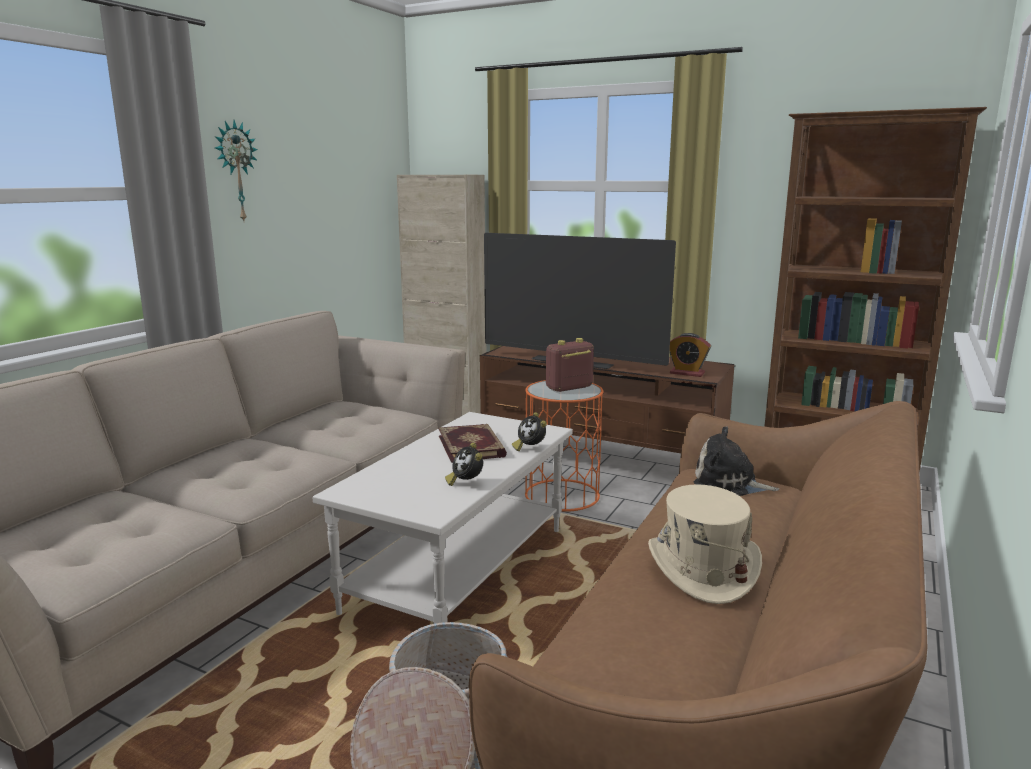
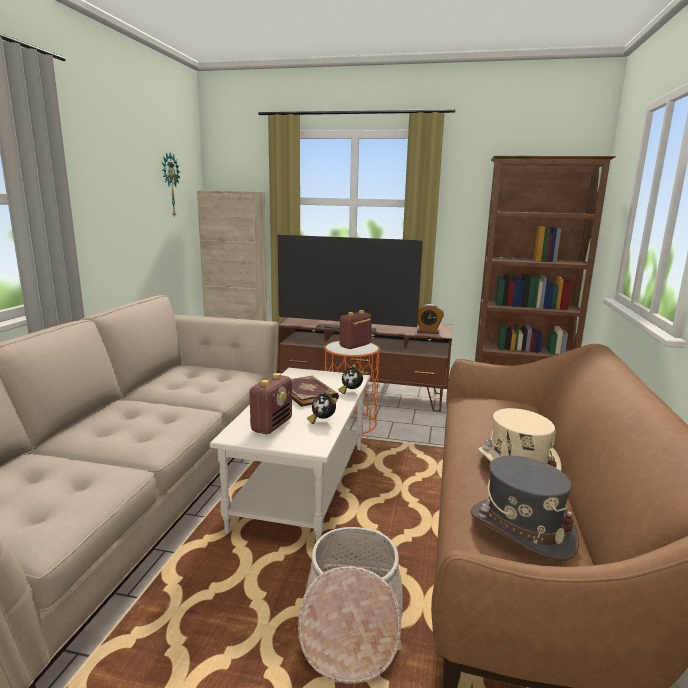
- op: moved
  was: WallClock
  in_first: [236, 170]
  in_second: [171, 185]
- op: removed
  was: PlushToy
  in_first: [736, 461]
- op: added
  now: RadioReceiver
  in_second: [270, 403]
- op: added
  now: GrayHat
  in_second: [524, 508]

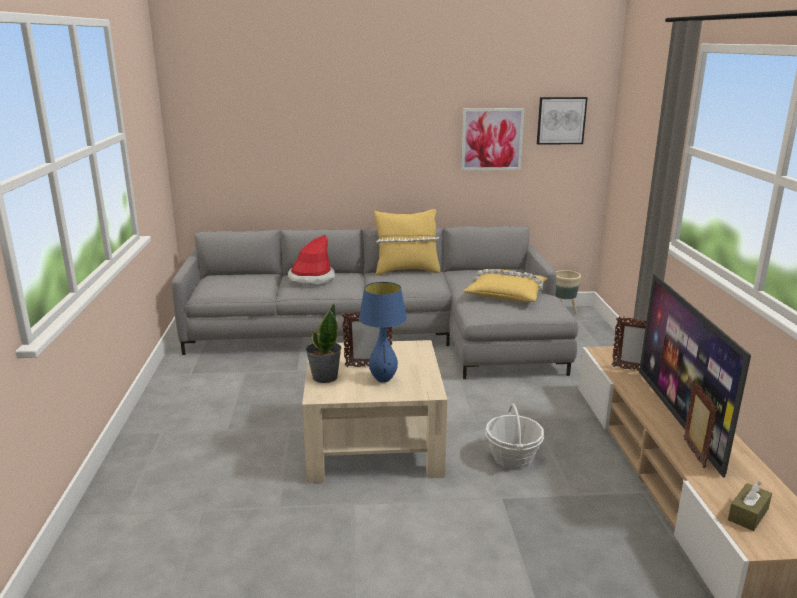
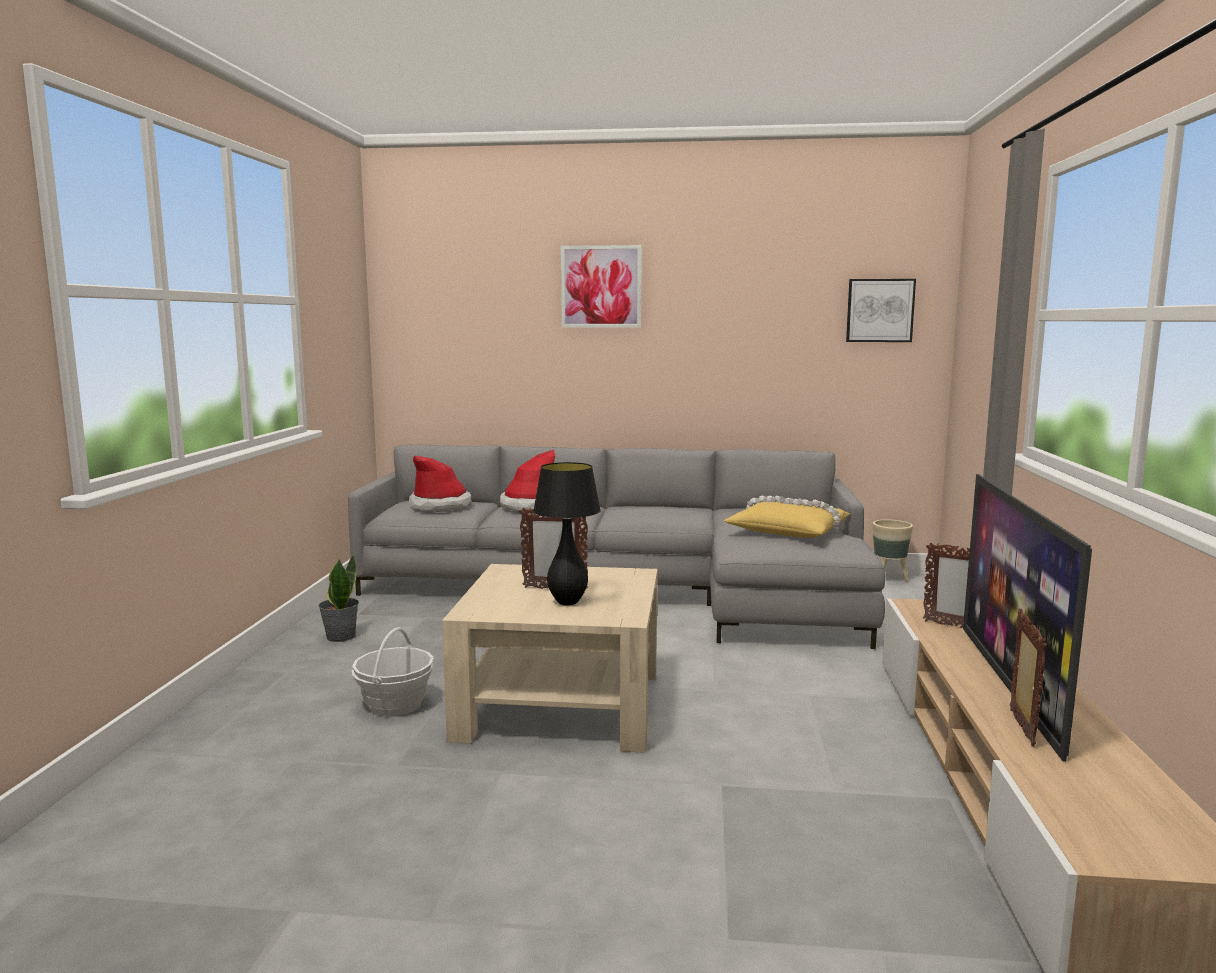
- op: moved
  was: WallPicture
  in_first: [493, 139]
  in_second: [601, 286]
- op: removed
  was: YellowCushion
  in_first: [407, 242]
- op: recoloured
  was: BlueColouredTabletopLamp
  now: BlackishTabletopLamp
  in_first: [383, 332]
  in_second: [567, 533]
- op: moved
  was: Houseplant
  in_first: [324, 343]
  in_second: [339, 598]
- op: moved
  was: Basket
  in_first: [514, 436]
  in_second: [393, 671]
- op: removed
  was: BrownishTissueHolder
  in_first: [750, 506]
- op: added
  now: Hat
  in_second: [440, 483]

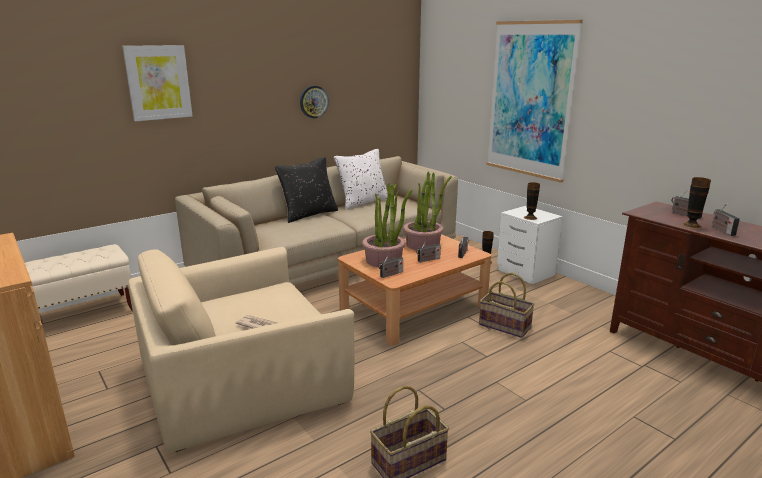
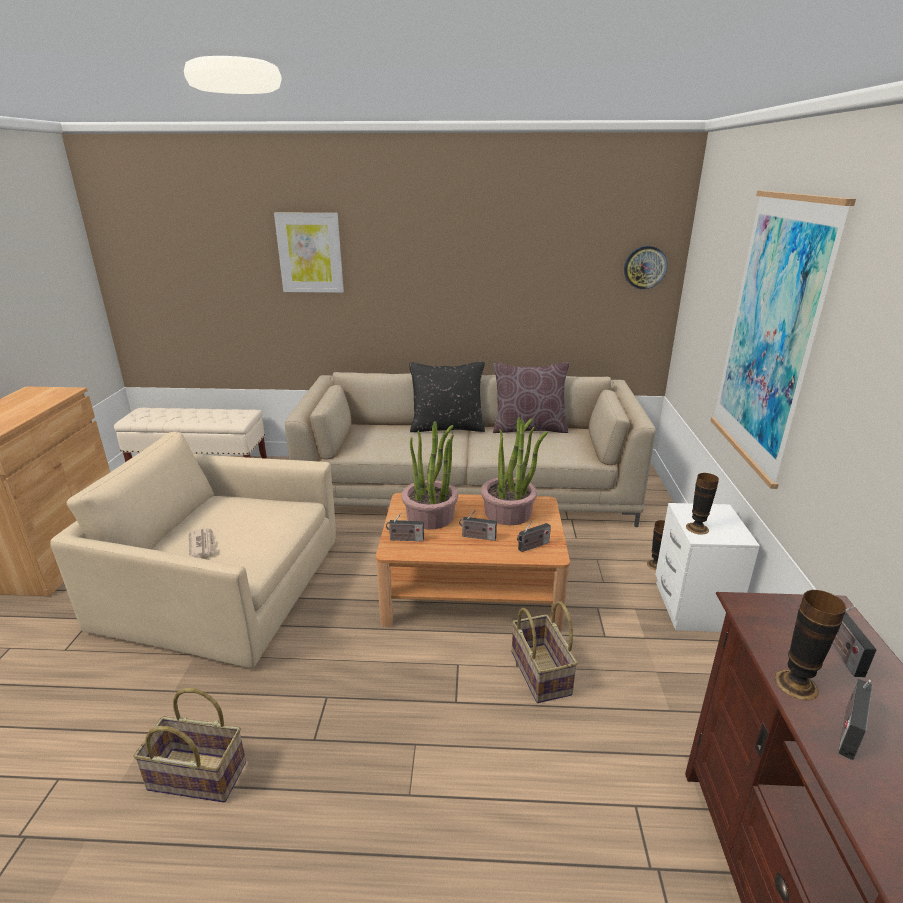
- op: moved
  was: WallClock
  in_first: [314, 102]
  in_second: [645, 267]
- op: recoloured
  was: WhitishCushion
  now: BrownishCushion
  in_first: [360, 179]
  in_second: [531, 398]

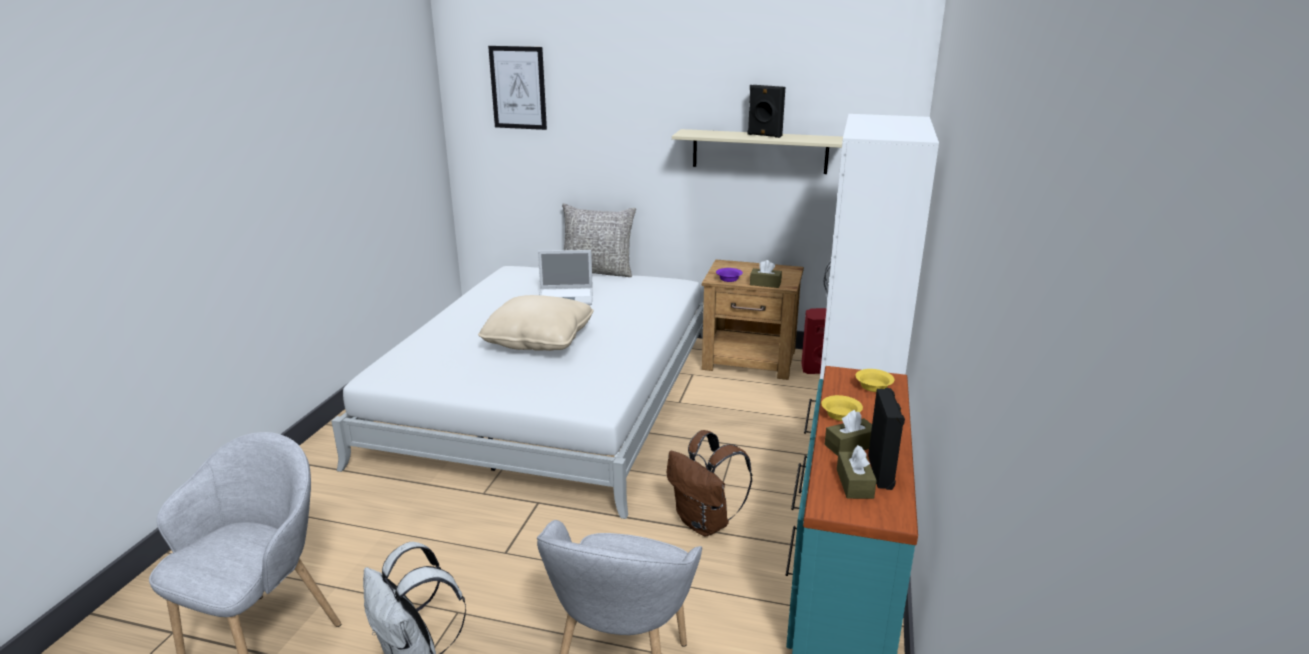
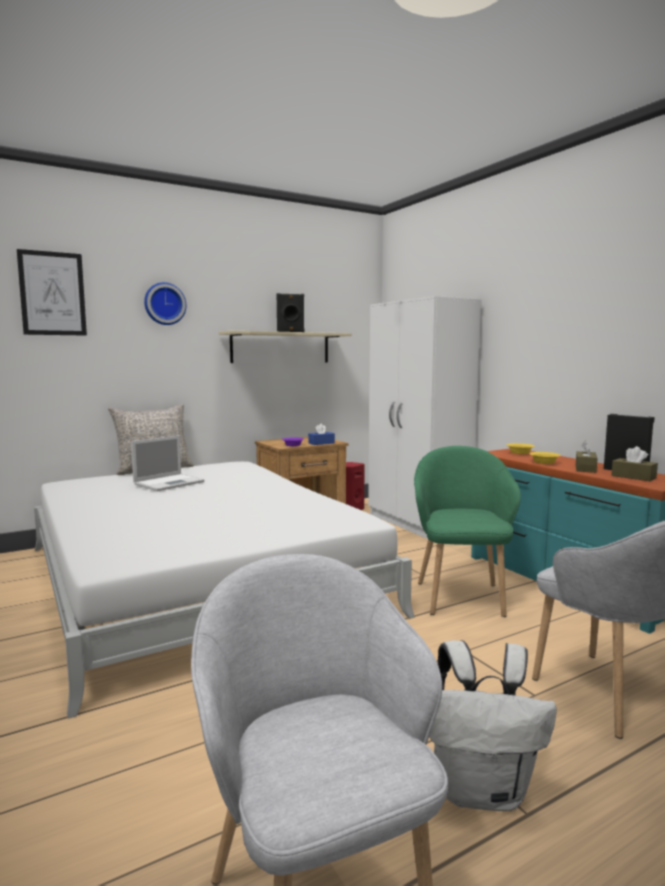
- op: recoloured
  was: BrownishTissueHolder
  now: BlueColouredTissueHolder
  in_first: [766, 274]
  in_second: [321, 434]
- op: removed
  was: BeigeCushion
  in_first: [536, 323]
- op: replaced
  was: BrownishRucksack
  now: GreenArmchair
  in_first: [709, 483]
  in_second: [467, 531]
- op: added
  now: WallClock
  in_second: [165, 303]

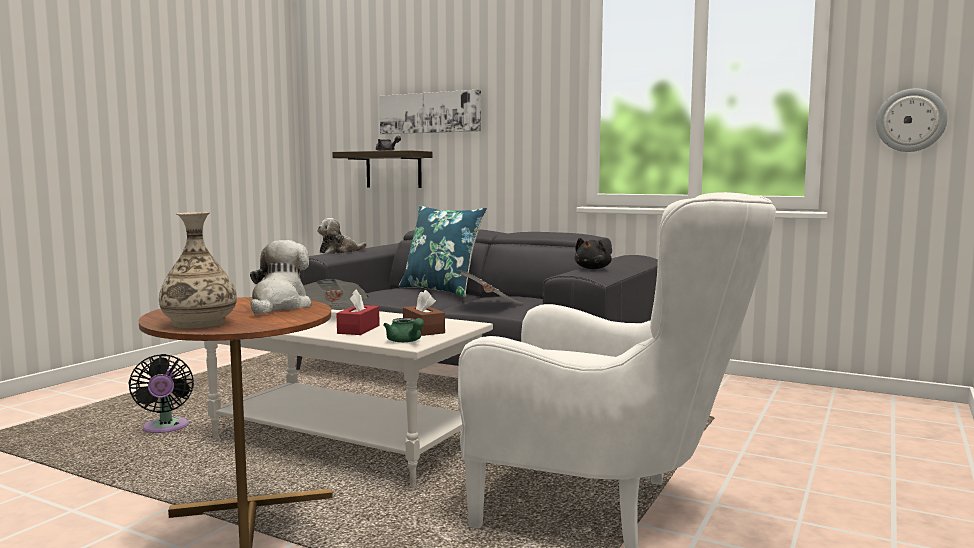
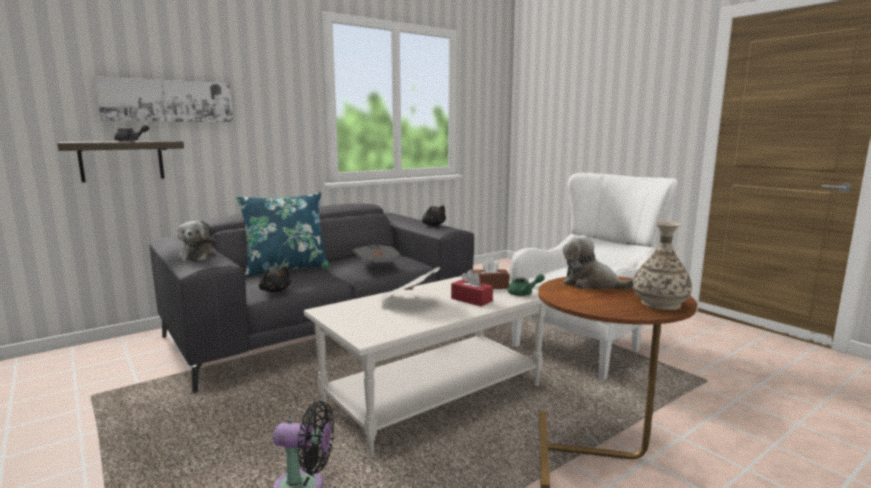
- op: removed
  was: WallClock
  in_first: [912, 120]
- op: added
  now: BlackishPlushToy
  in_second: [275, 279]

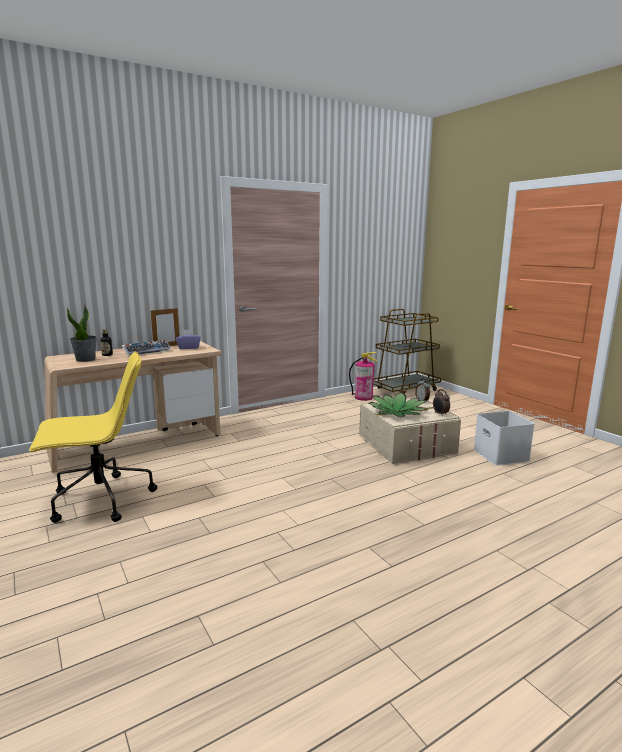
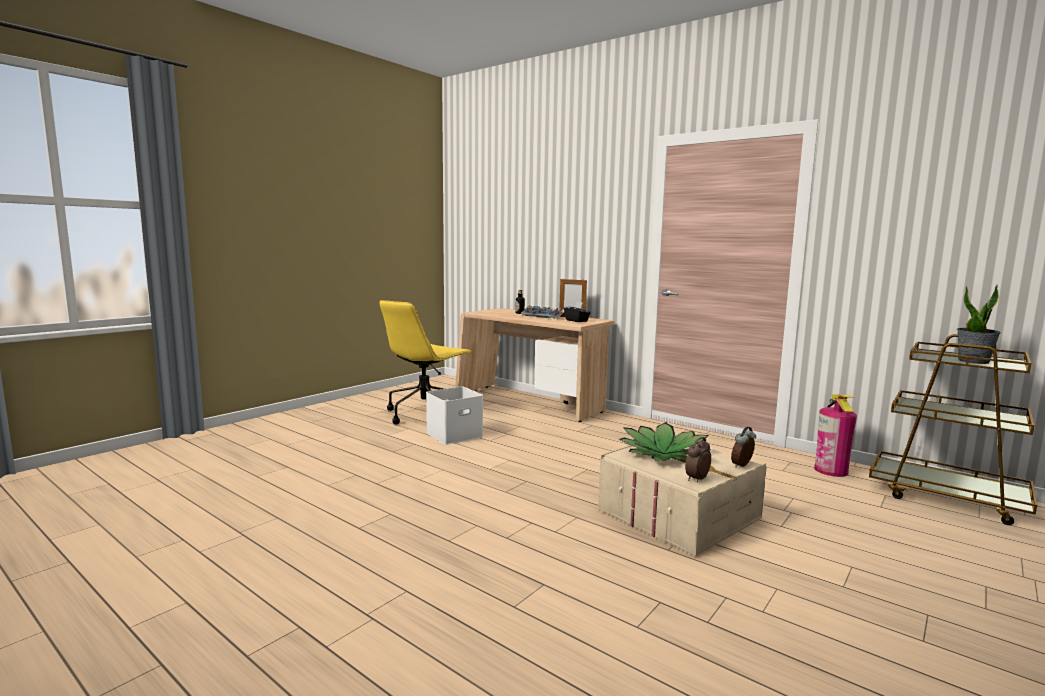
- op: moved
  was: Houseplant
  in_first: [82, 333]
  in_second: [979, 324]
- op: recoloured
  was: PurpleTissueHolder
  now: BlackishTissueHolder
  in_first: [188, 339]
  in_second: [577, 311]
- op: turned
  was: YellowOfficeChair
  in_first: [93, 437]
  in_second: [425, 362]
  clockwise: 75
- op: moved
  was: WhitishStorageBox
  in_first: [504, 438]
  in_second: [454, 415]

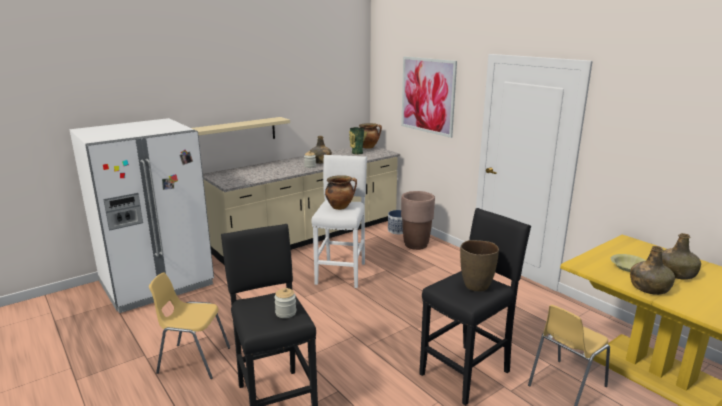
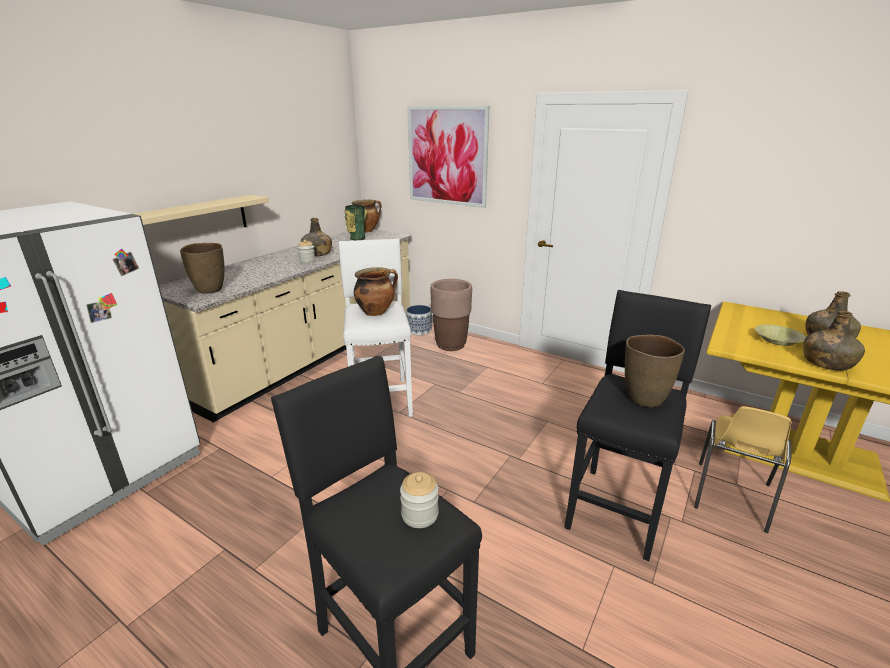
- op: removed
  was: YellowChair
  in_first: [189, 325]
- op: added
  now: BrownishVase
  in_second: [202, 268]

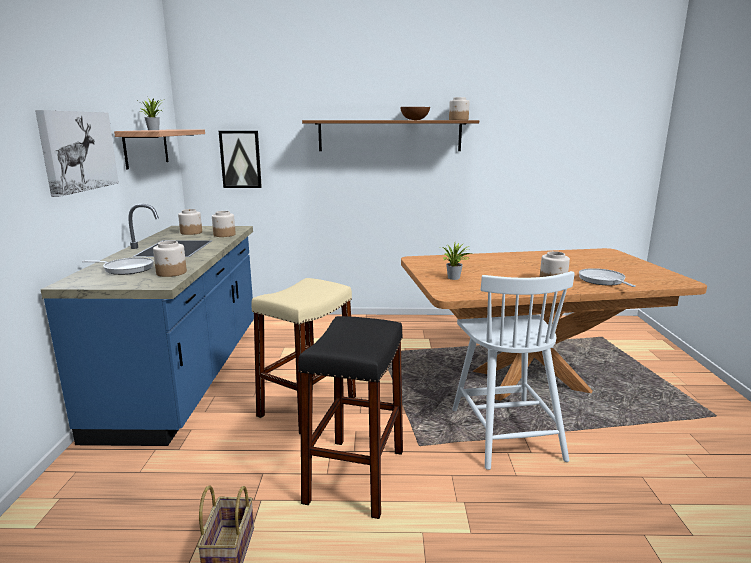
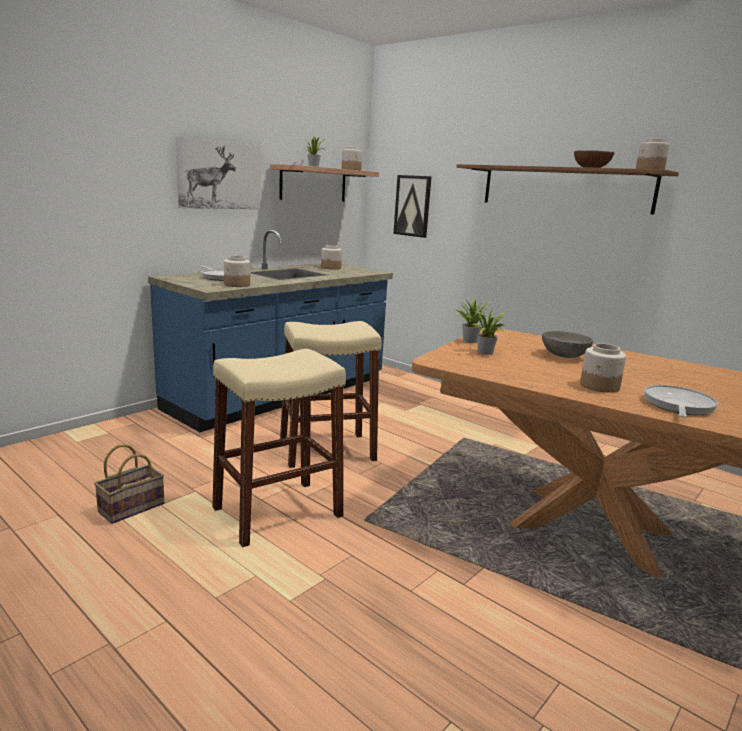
- op: moved
  was: PreserveJar
  in_first: [224, 224]
  in_second: [352, 158]
- op: removed
  was: WhitishChair
  in_first: [513, 370]
- op: recoloured
  was: BlackishStoolSeat
  now: BeigeStoolSeat
  in_first: [350, 417]
  in_second: [279, 448]
- op: added
  now: Houseplant
  in_second: [472, 321]
- op: added
  now: GrayDeepDish
  in_second: [567, 344]

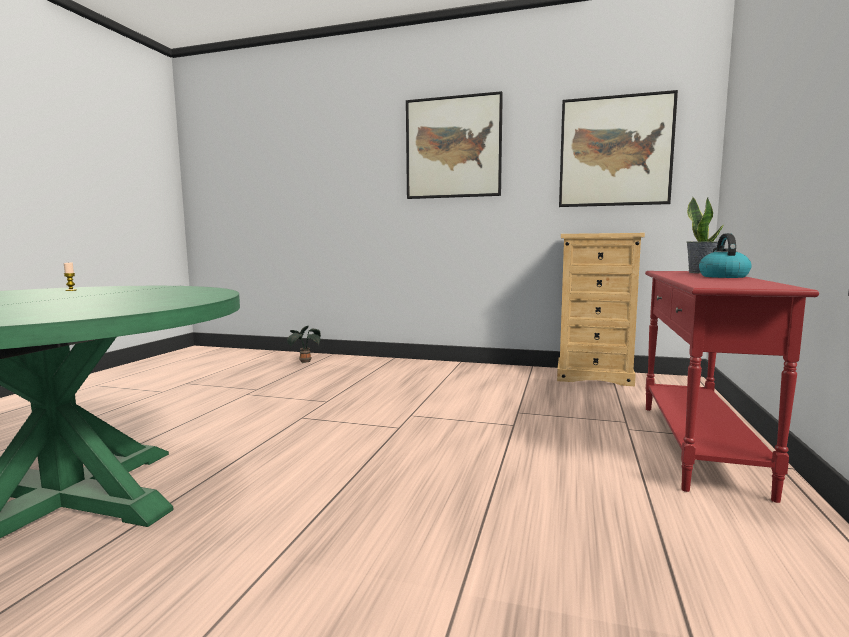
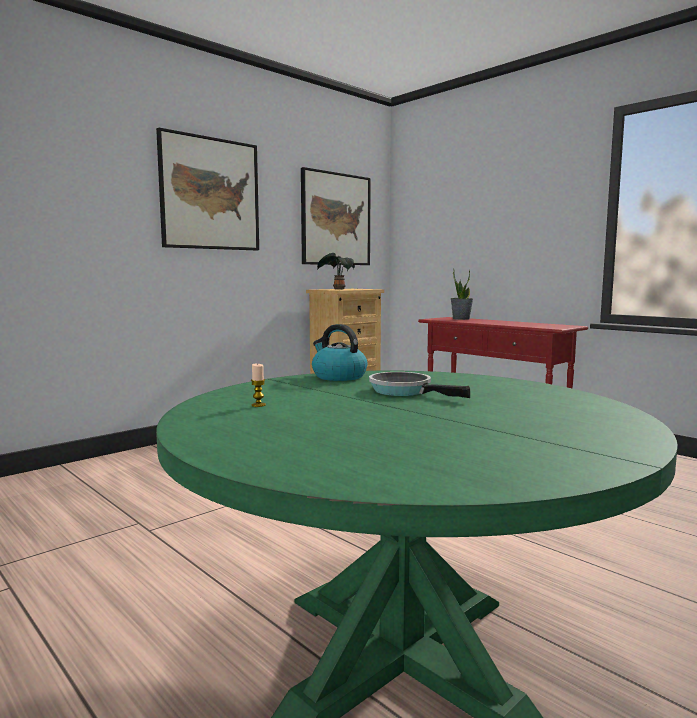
- op: moved
  was: TeaKettle
  in_first: [725, 255]
  in_second: [340, 352]
- op: moved
  was: Houseplant
  in_first: [304, 344]
  in_second: [336, 271]
- op: added
  now: FryingPan
  in_second: [419, 385]

